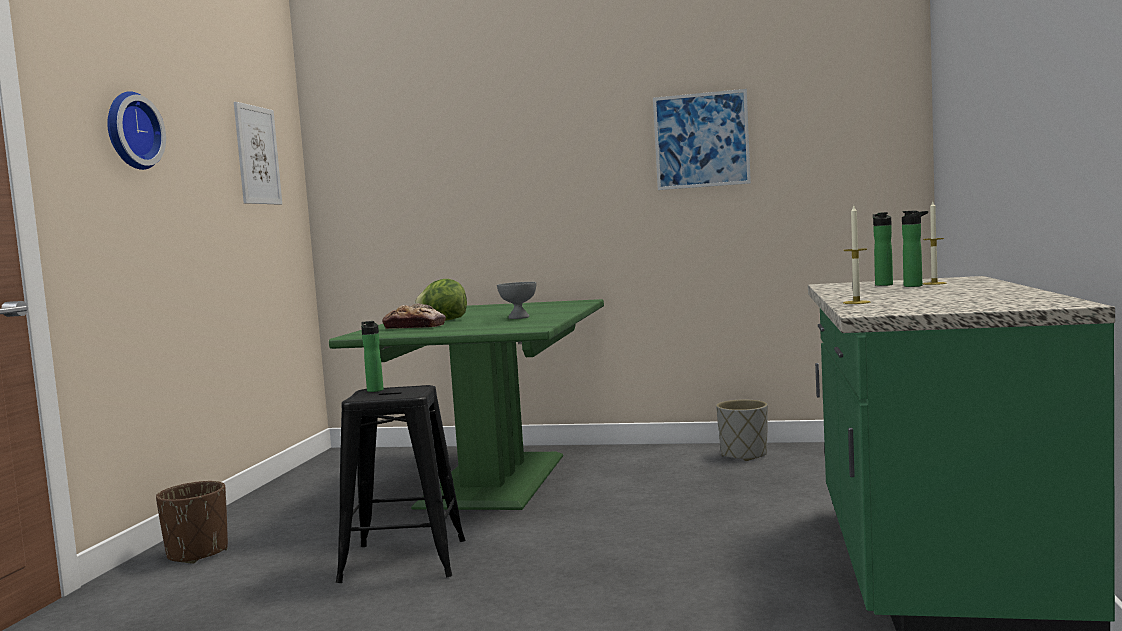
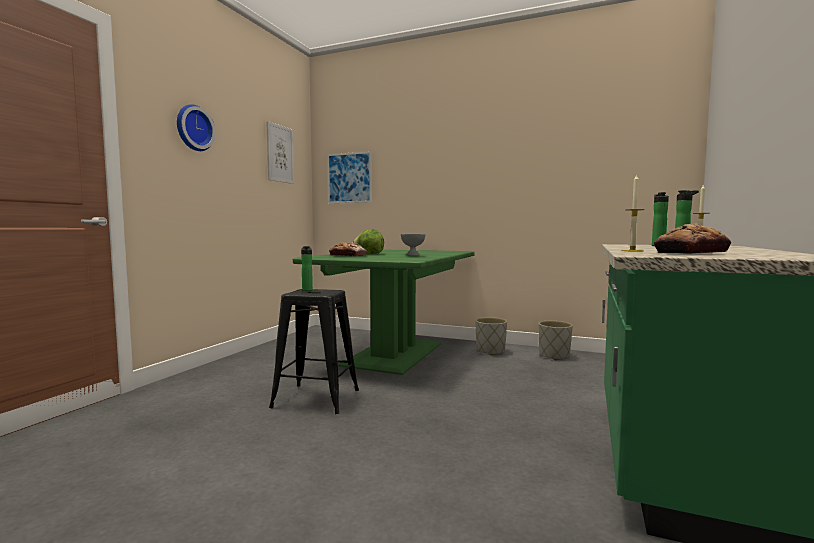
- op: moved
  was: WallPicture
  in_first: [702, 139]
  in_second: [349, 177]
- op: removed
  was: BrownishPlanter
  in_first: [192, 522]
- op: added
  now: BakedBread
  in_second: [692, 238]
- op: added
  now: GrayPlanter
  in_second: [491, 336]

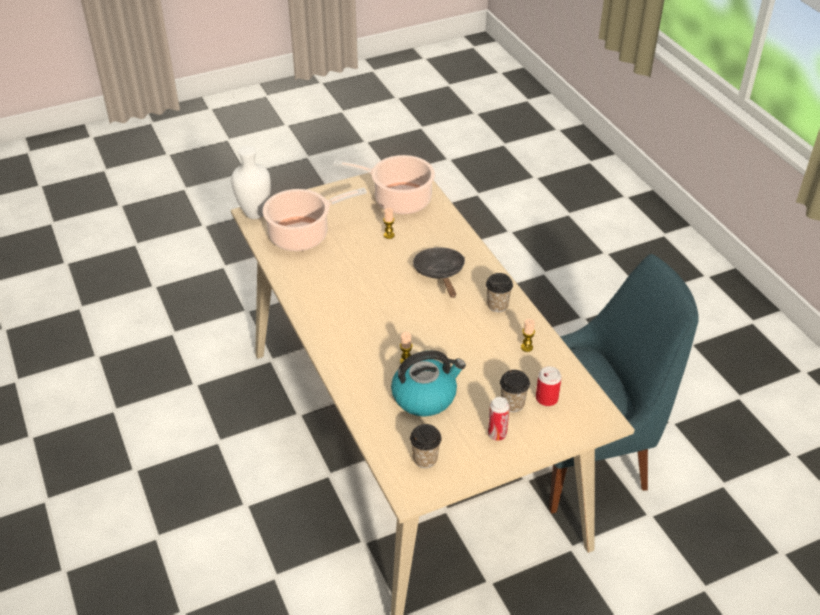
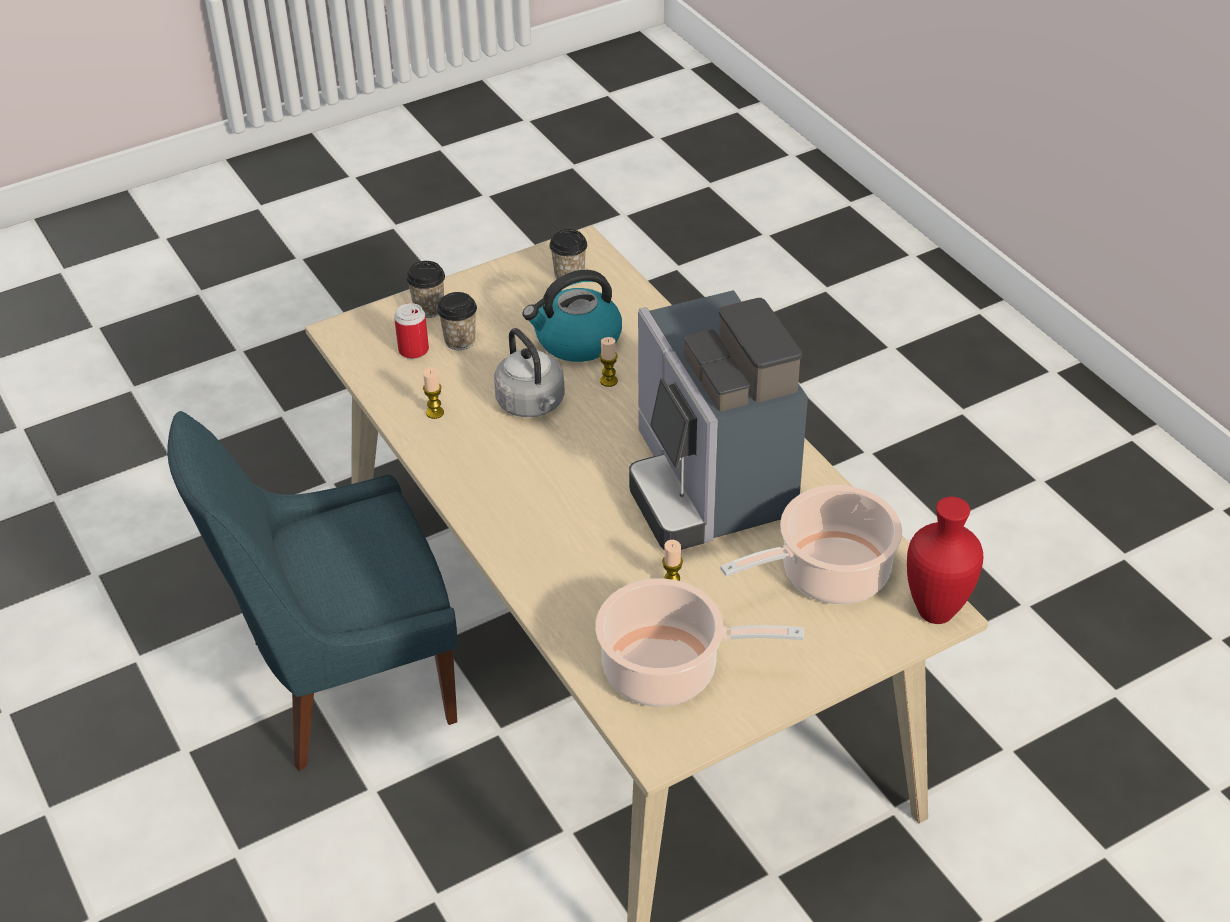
- op: recoloured
  was: WhitishVase
  now: ReddishVase
  in_first: [251, 182]
  in_second: [945, 560]
- op: removed
  was: BlackishFryingPan
  in_first: [439, 272]
- op: moved
  was: Cup
  in_first: [499, 292]
  in_second: [425, 289]
- op: removed
  was: MetalCan
  in_first: [499, 419]
- op: added
  now: CoffeeMaker
  in_second: [718, 420]
- op: added
  now: GrayTeaKettle
  in_second: [529, 372]

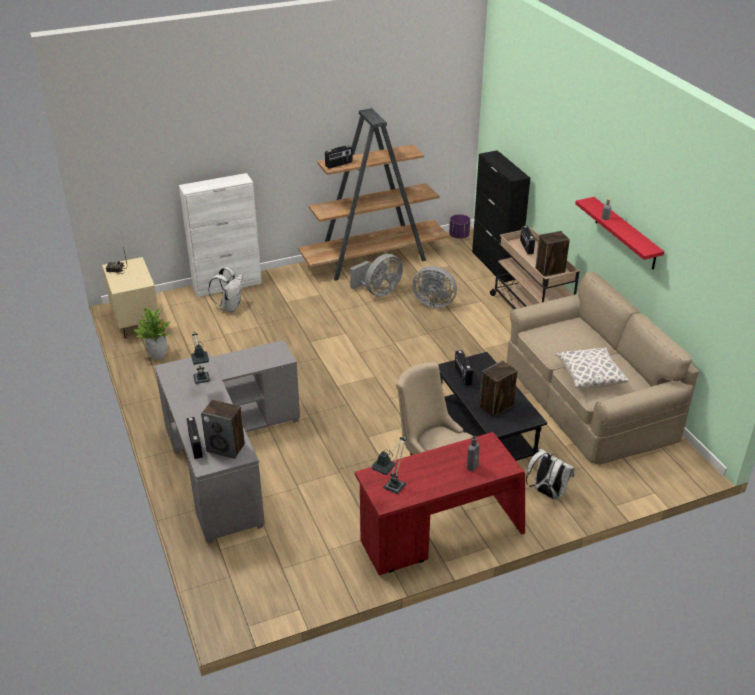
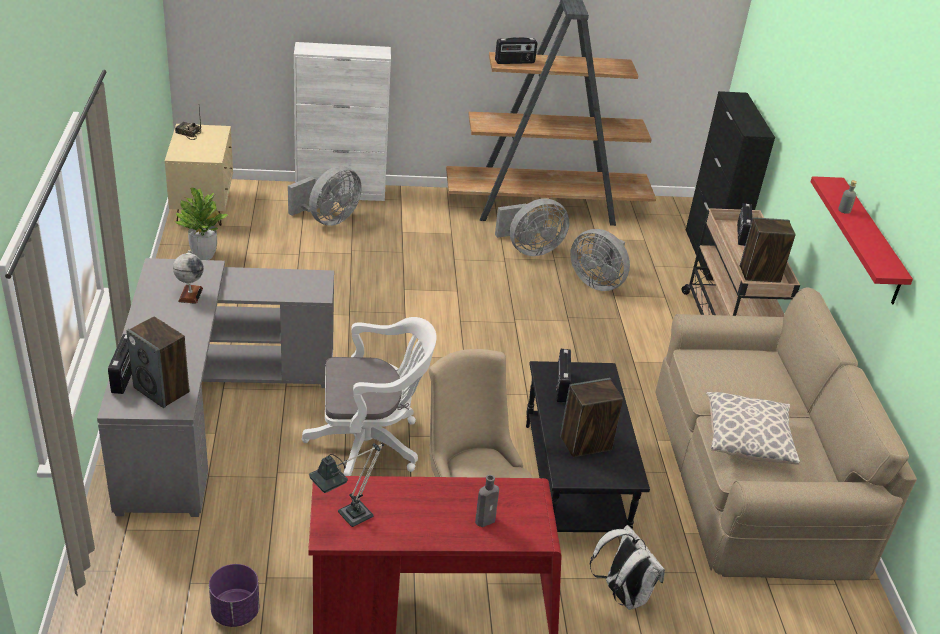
- op: moved
  was: PurplePlanter
  in_first: [459, 226]
  in_second: [234, 595]
- op: replaced
  was: WhitishRucksack
  now: GrayFan
  in_first: [225, 290]
  in_second: [325, 196]
- op: replaced
  was: TabletopLamp
  now: WorldGlobe
  in_first: [200, 358]
  in_second: [188, 277]
- op: added
  now: WhitishOfficeChair
  in_second: [369, 396]

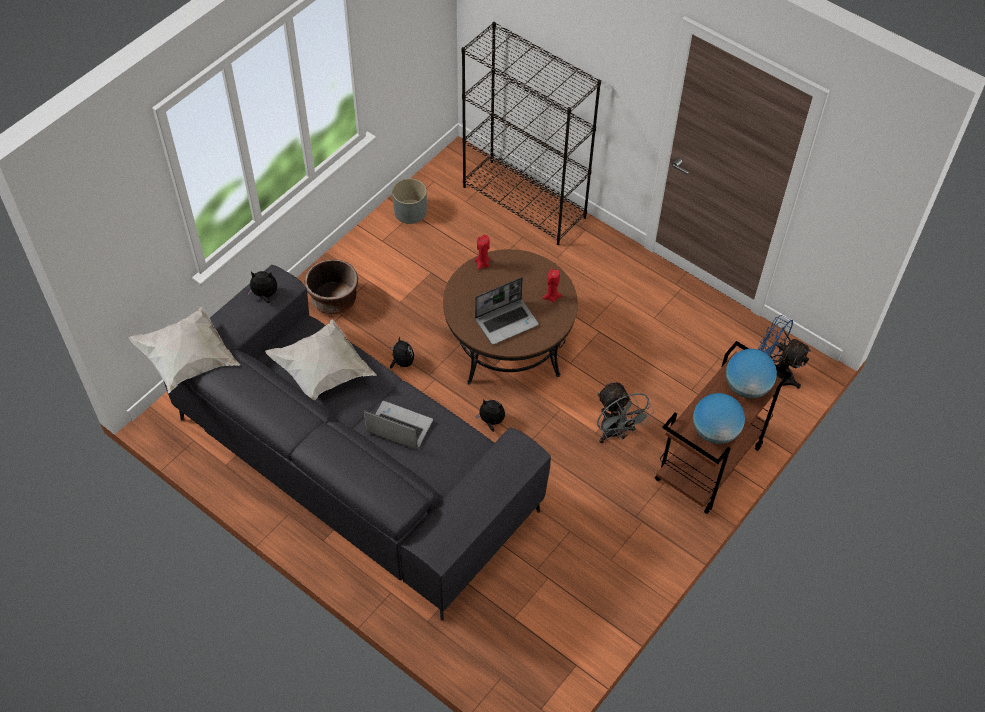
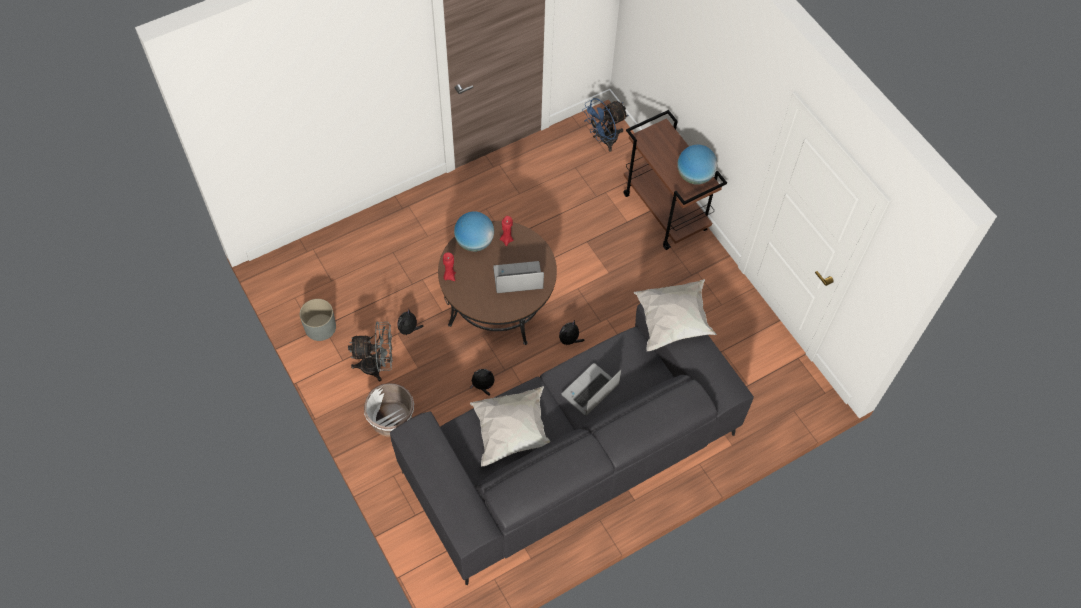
- op: removed
  was: BlackishBookcase
  in_first: [531, 133]
- op: recoloured
  was: BrownishPlanter
  now: WhitishPlanter
  in_first: [331, 287]
  in_second: [389, 410]
- op: moved
  was: PlushToy
  in_first: [262, 287]
  in_second: [410, 323]
- op: turned
  was: Laptop
  in_first: [507, 311]
  in_second: [518, 277]
  clockwise: -90
- op: moved
  was: WhitishCushion
  in_first: [184, 350]
  in_second: [675, 315]
- op: moved
  was: WorldGlobe
  in_first: [751, 373]
  in_second: [474, 232]
- op: moved
  was: GrayFan
  in_first: [625, 412]
  in_second: [370, 351]

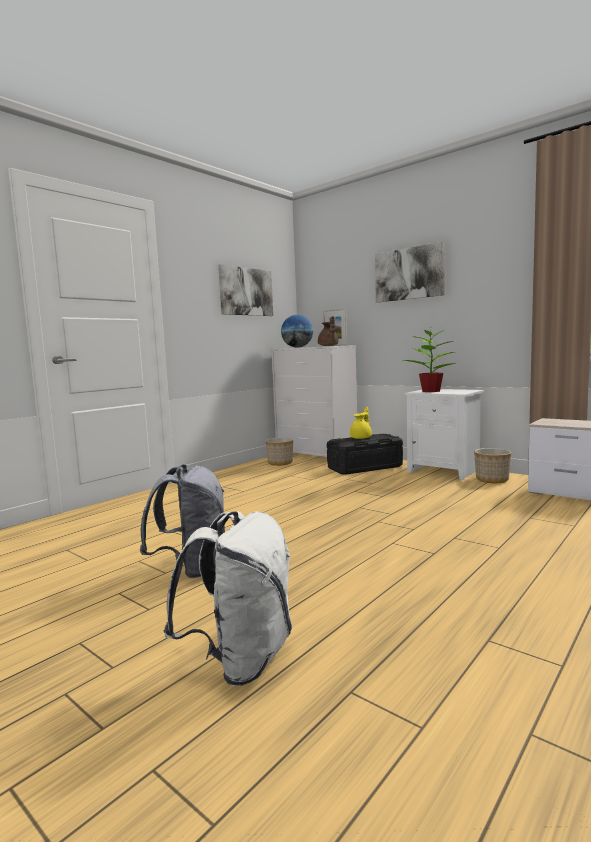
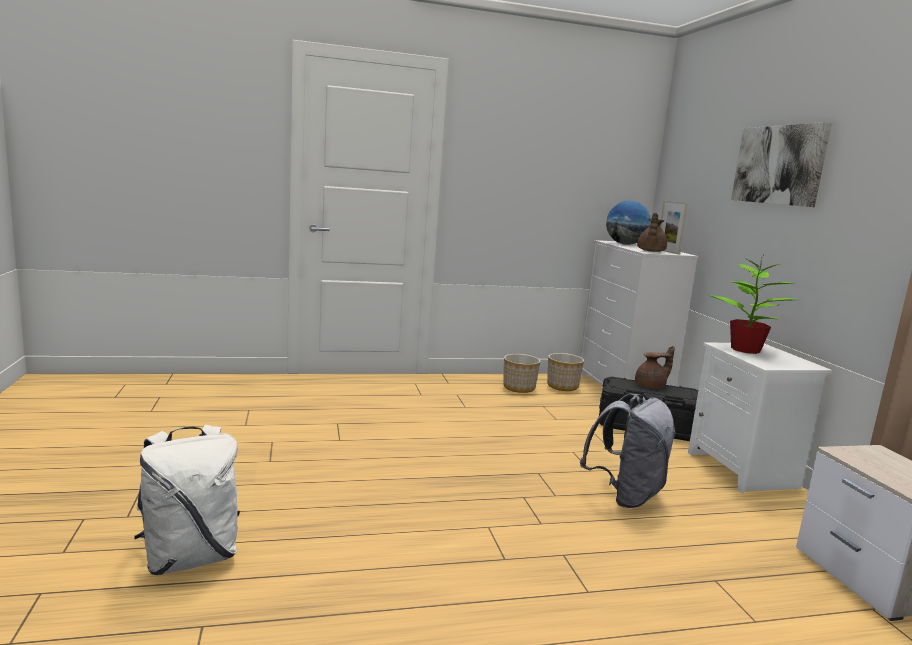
- op: removed
  was: WallPicture
  in_first: [245, 290]
- op: recoloured
  was: YellowTeaPot
  now: BrownishTeaPot
  in_first: [361, 423]
  in_second: [655, 367]
- op: moved
  was: Planter
  in_first: [492, 465]
  in_second: [521, 373]
- op: moved
  was: GrayRucksack
  in_first: [182, 521]
  in_second: [628, 450]

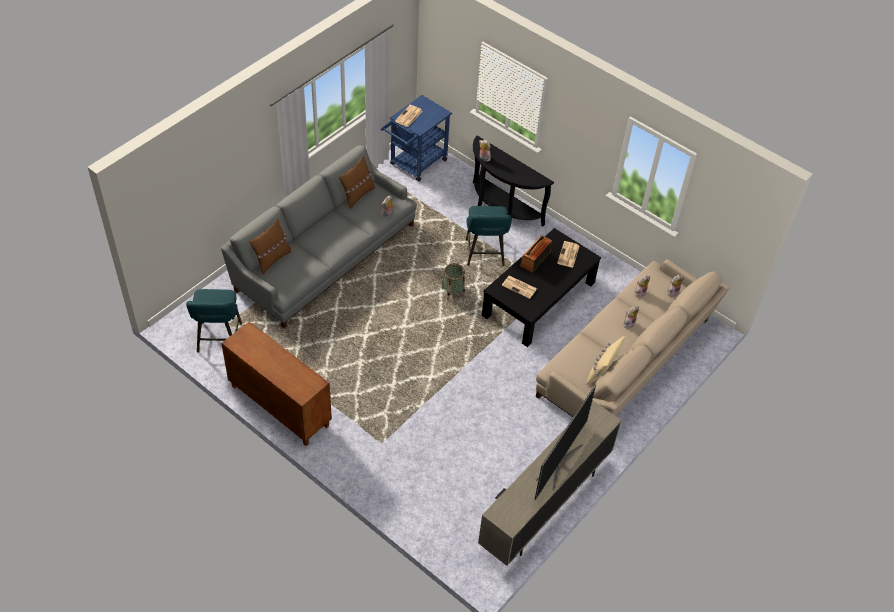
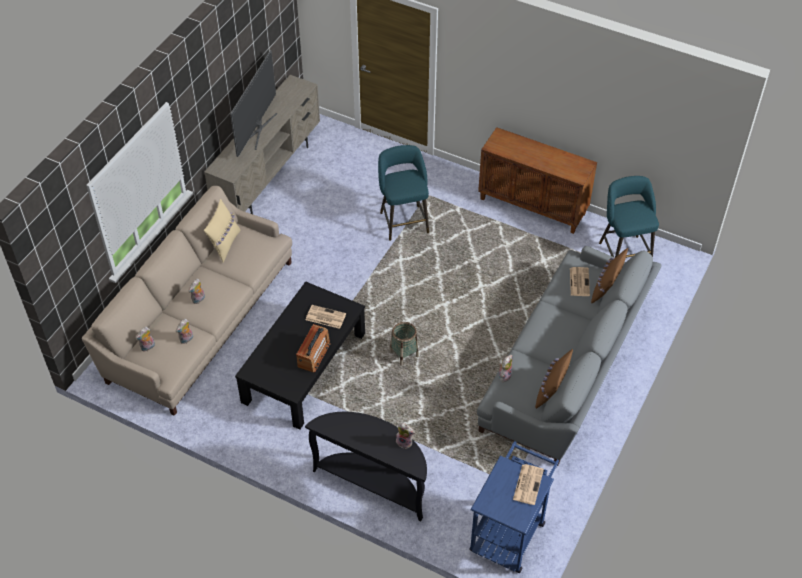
- op: moved
  was: BlueGreenStoolSeat
  in_first: [489, 236]
  in_second: [403, 193]
- op: moved
  was: DailyPaper
  in_first: [568, 254]
  in_second: [580, 281]

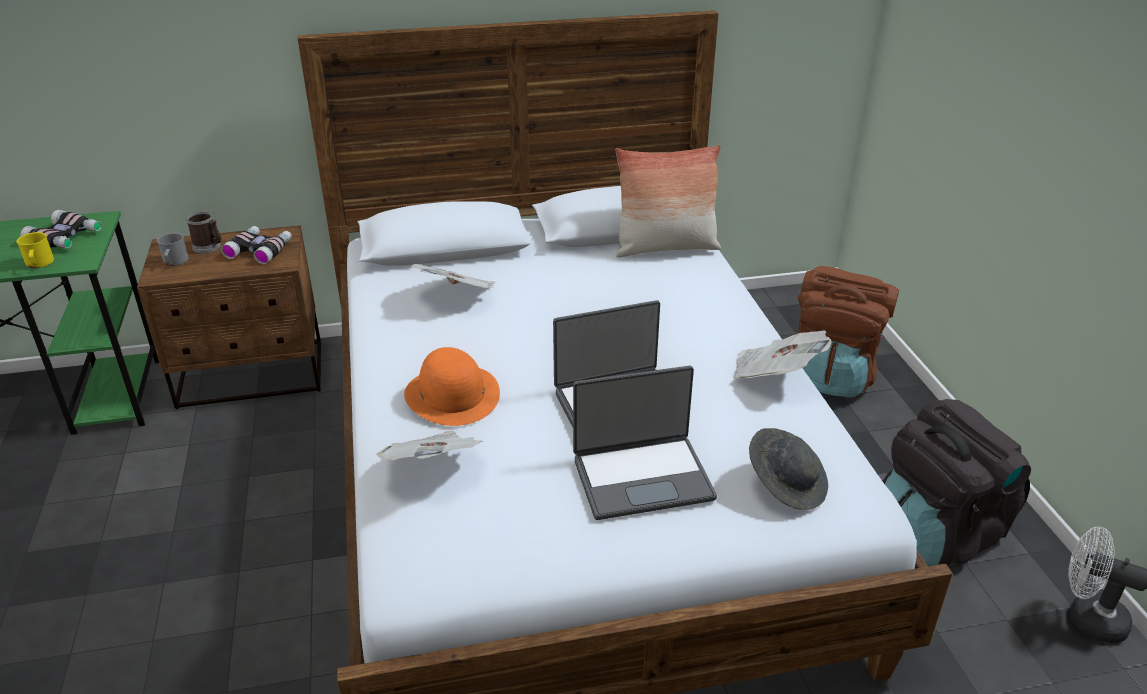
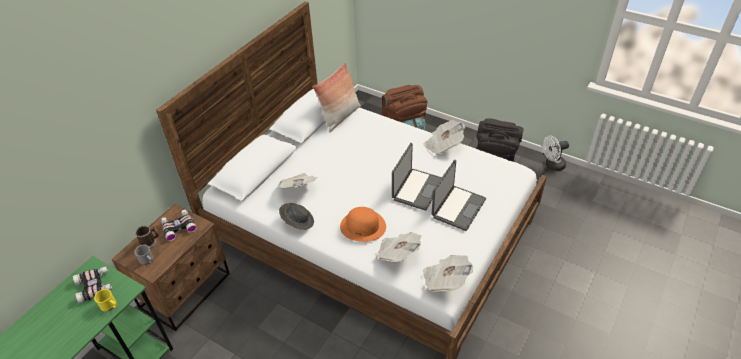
- op: moved
  was: GrayHat
  in_first: [788, 469]
  in_second: [296, 216]
- op: added
  now: DailyPaper
  in_second: [448, 273]

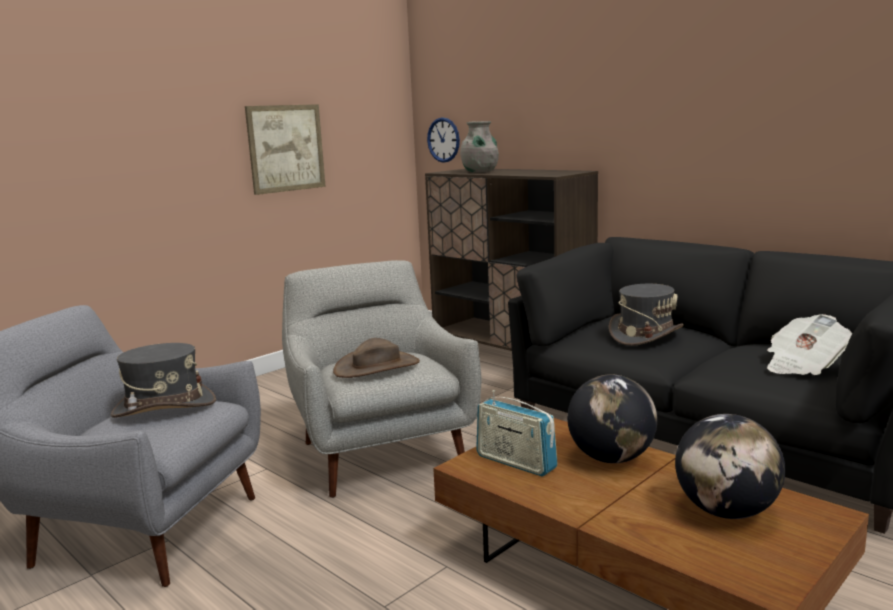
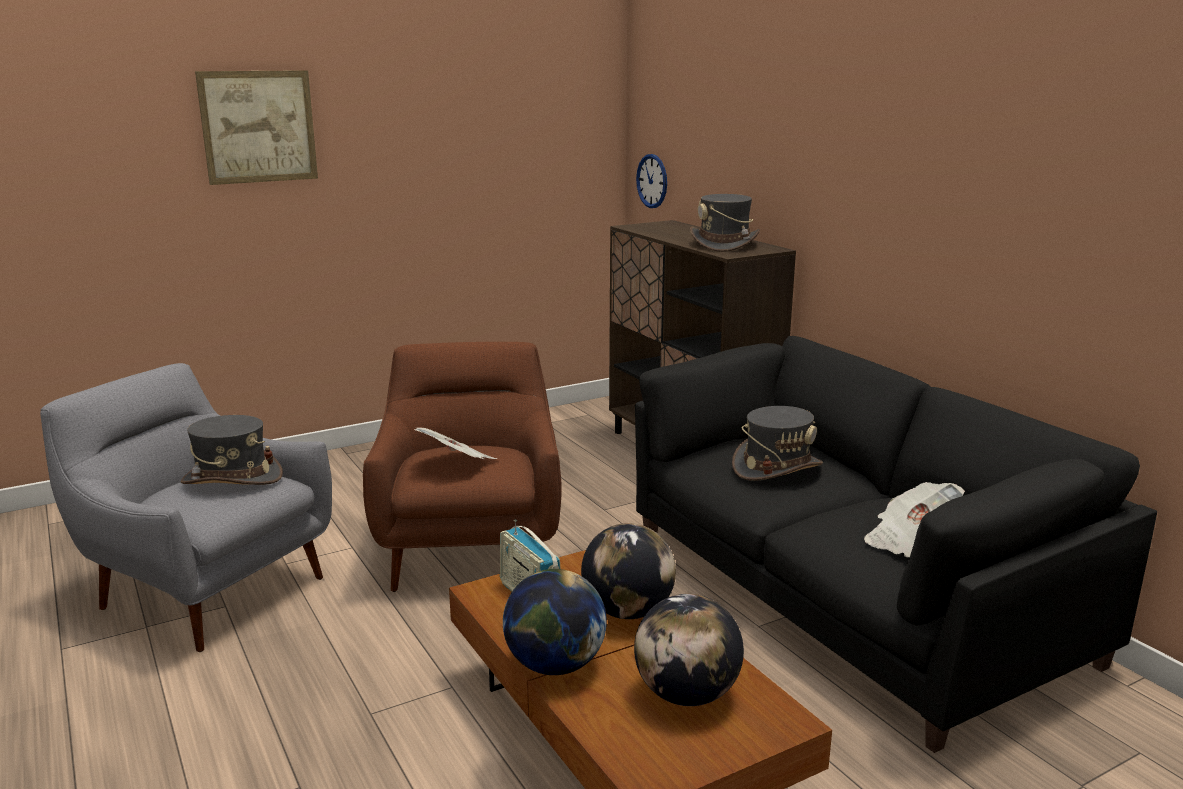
- op: moved
  was: WallPicture
  in_first: [285, 149]
  in_second: [256, 127]
- op: removed
  was: GrayVase
  in_first: [479, 147]
- op: recoloured
  was: GrayArmchair
  now: BrownishArmchair
  in_first: [381, 379]
  in_second: [462, 467]
- op: replaced
  was: BrownishHat
  now: DailyPaper
  in_first: [376, 358]
  in_second: [455, 443]
- op: added
  now: GrayHat
  in_second: [725, 223]
- op: added
  now: WorldGlobe
  in_second: [555, 622]

